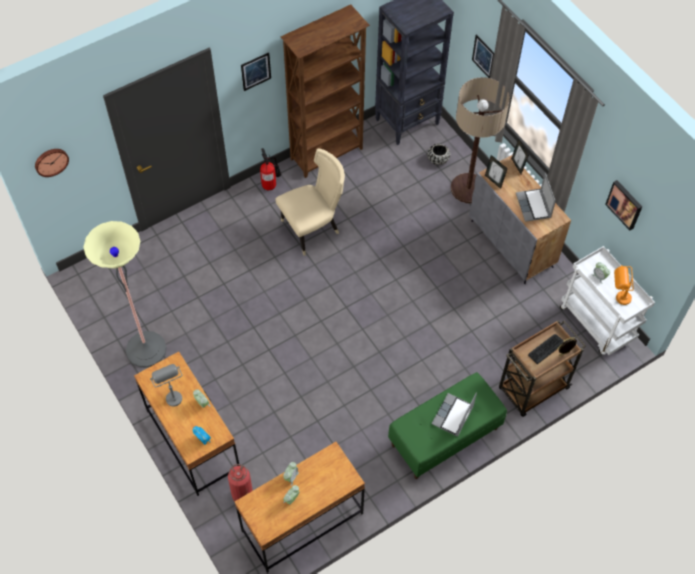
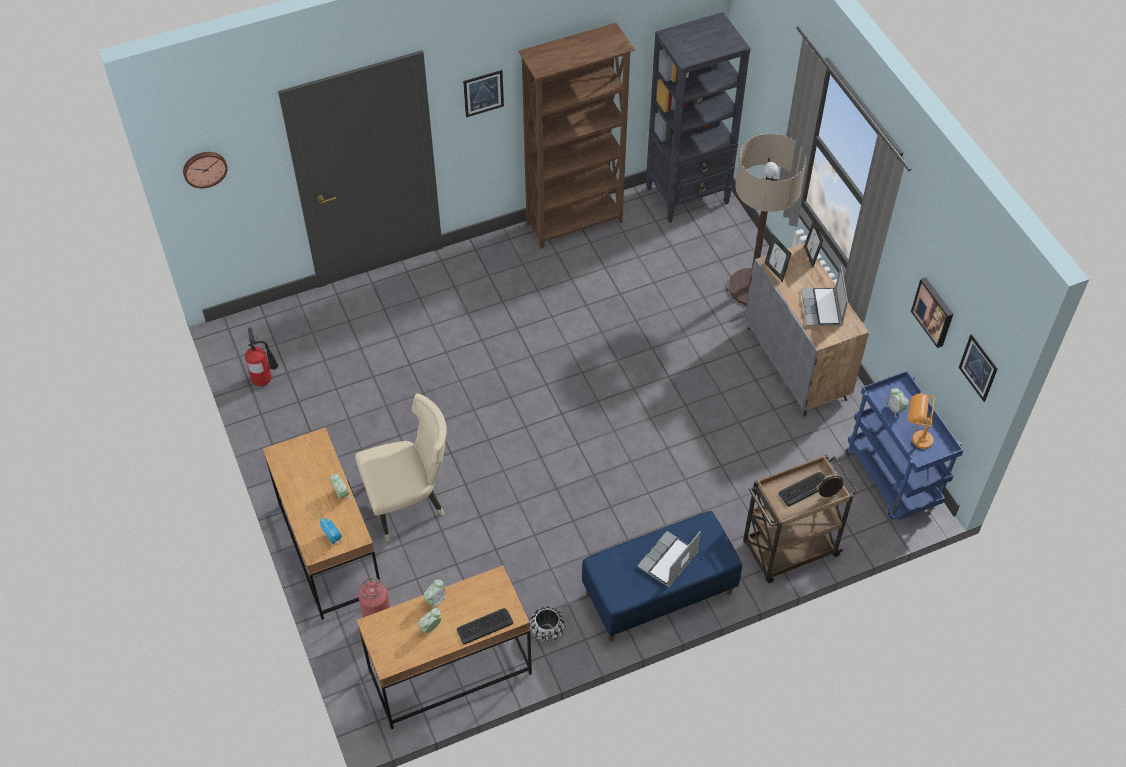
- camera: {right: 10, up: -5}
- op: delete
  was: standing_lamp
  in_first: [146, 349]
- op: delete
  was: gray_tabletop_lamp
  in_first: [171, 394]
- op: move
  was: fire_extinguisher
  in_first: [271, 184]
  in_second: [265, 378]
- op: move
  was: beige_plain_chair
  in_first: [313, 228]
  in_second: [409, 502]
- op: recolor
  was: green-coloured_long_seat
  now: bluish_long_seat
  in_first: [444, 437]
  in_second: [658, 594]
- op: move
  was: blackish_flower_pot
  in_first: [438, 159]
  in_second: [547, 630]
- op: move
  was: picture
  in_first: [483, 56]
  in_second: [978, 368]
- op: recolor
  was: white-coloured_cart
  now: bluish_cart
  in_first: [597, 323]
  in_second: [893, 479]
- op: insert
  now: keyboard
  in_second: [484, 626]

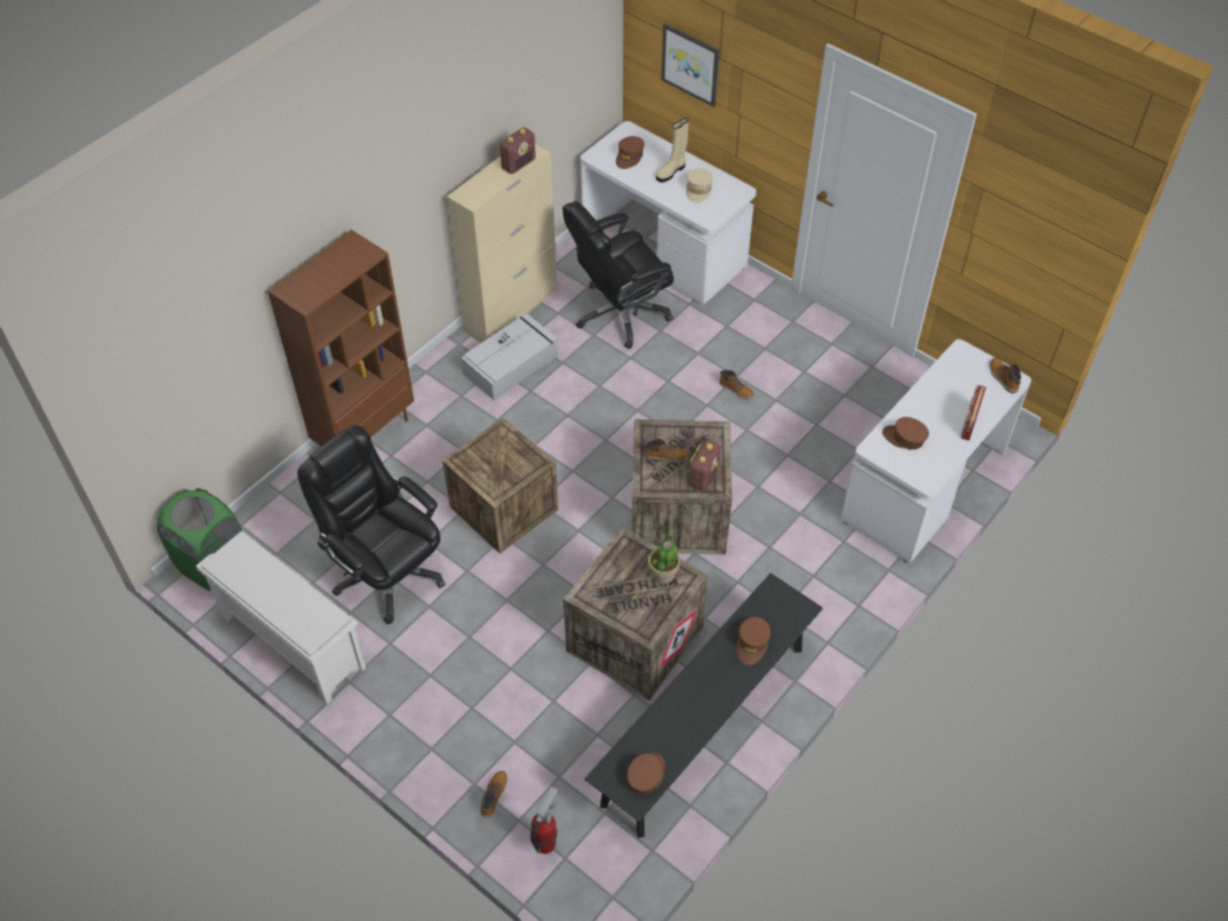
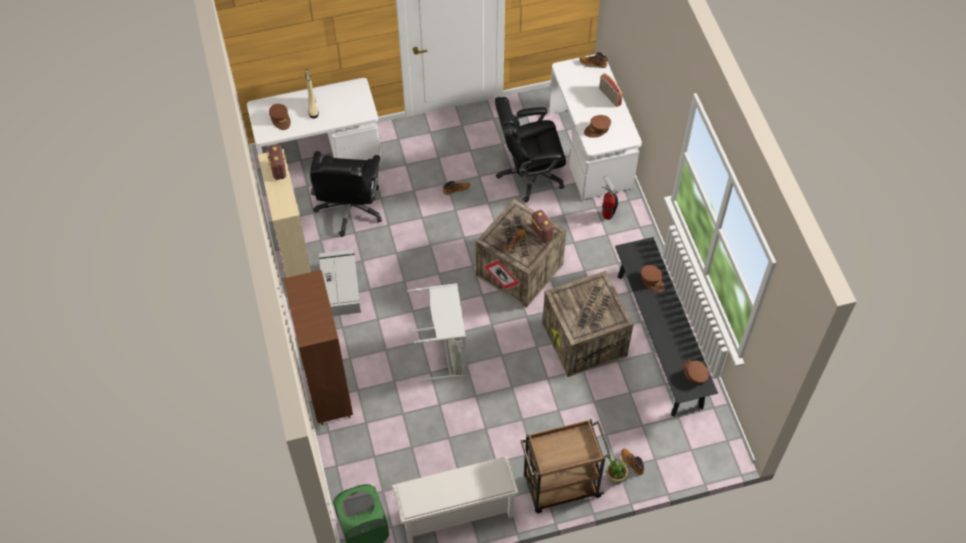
- camera: {right: -55, up: 5}
- op: move
  was: blackish_desk_chair
  in_first: [387, 572]
  in_second: [529, 174]
- op: replace
  was: shipping_crate
  now: gray_hamper
  in_first: [504, 508]
  in_second: [446, 352]
- op: move
  was: fire_extinguisher
  in_first: [546, 844]
  in_second: [607, 215]
- op: move
  was: plant_in_a_pot
  in_first: [663, 574]
  in_second: [615, 477]
- op: delete
  was: picture
  in_first: [691, 64]
- op: delete
  was: beige_cap
  in_first: [698, 190]
- op: insert
  now: brown-coloured_cart
  in_second: [560, 487]

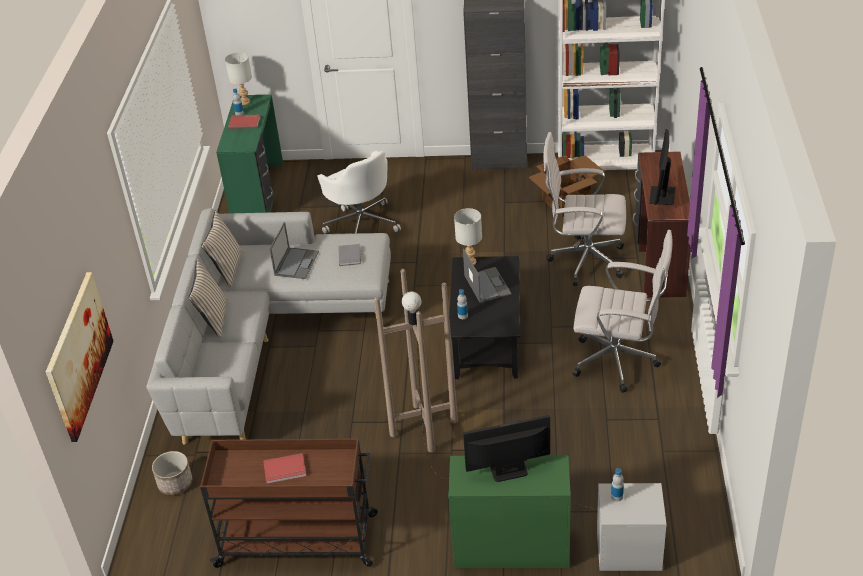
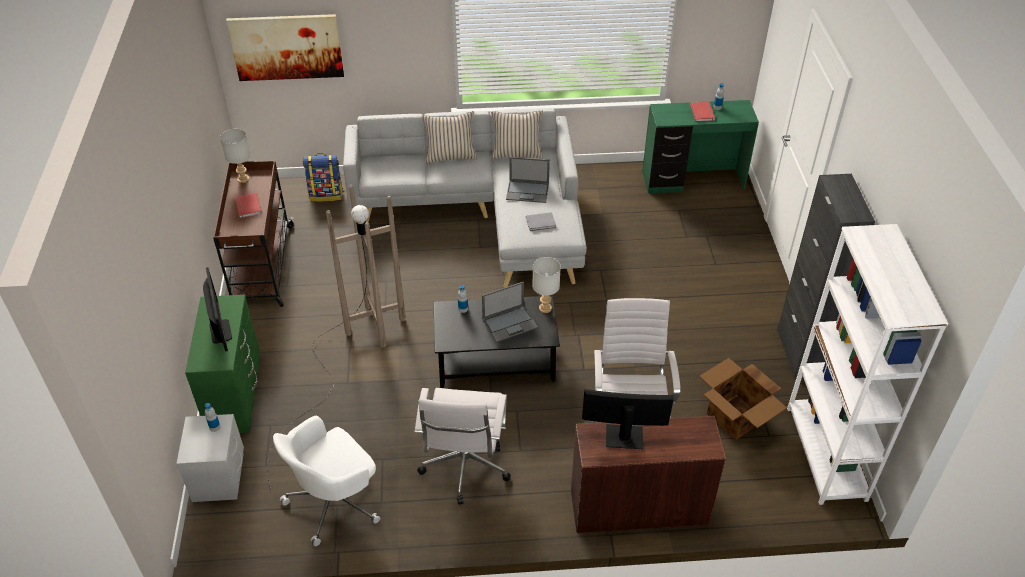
- camera: {right: 80, up: 5}
- op: replace
  was: flower_pot
  now: rucksack
  in_first: [175, 483]
  in_second: [326, 194]
- op: move
  was: gray_tabletop_lamp
  in_first: [245, 102]
  in_second: [243, 179]
- op: move
  was: white-coloured_desk_chair
  in_first: [361, 224]
  in_second: [335, 501]

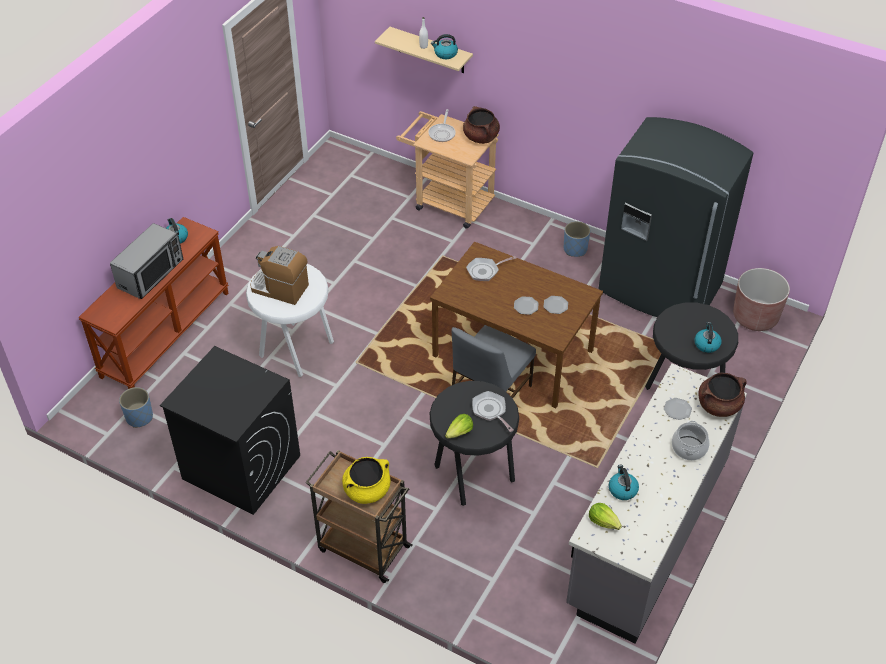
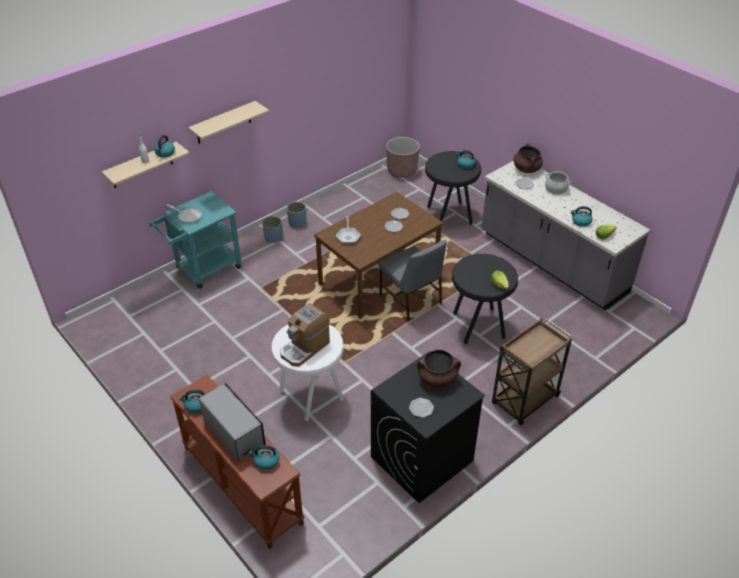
- camera: {right: -70, up: -5}
- op: move
  was: bluish_flower_pot
  in_first: [139, 417]
  in_second: [273, 238]
- op: delete
  was: yellowish_stockpot
  in_first: [367, 490]
- op: recolor
  was: beige_cart
  now: turquoise_cart
  in_first: [448, 202]
  in_second: [204, 270]
- op: move
  was: brown-coloured_stockpot
  in_first: [481, 137]
  in_second: [437, 378]
- op: delete
  was: pan
  in_first: [490, 411]
- op: delete
  was: gray_fridge
  in_first: [659, 289]
- op: insert
  now: beige_bracket_shelf
  in_second: [223, 123]
- op: insert
  now: tea_kettle
  in_second: [266, 461]
- op: insert
  now: flat_dish
  in_second: [421, 408]

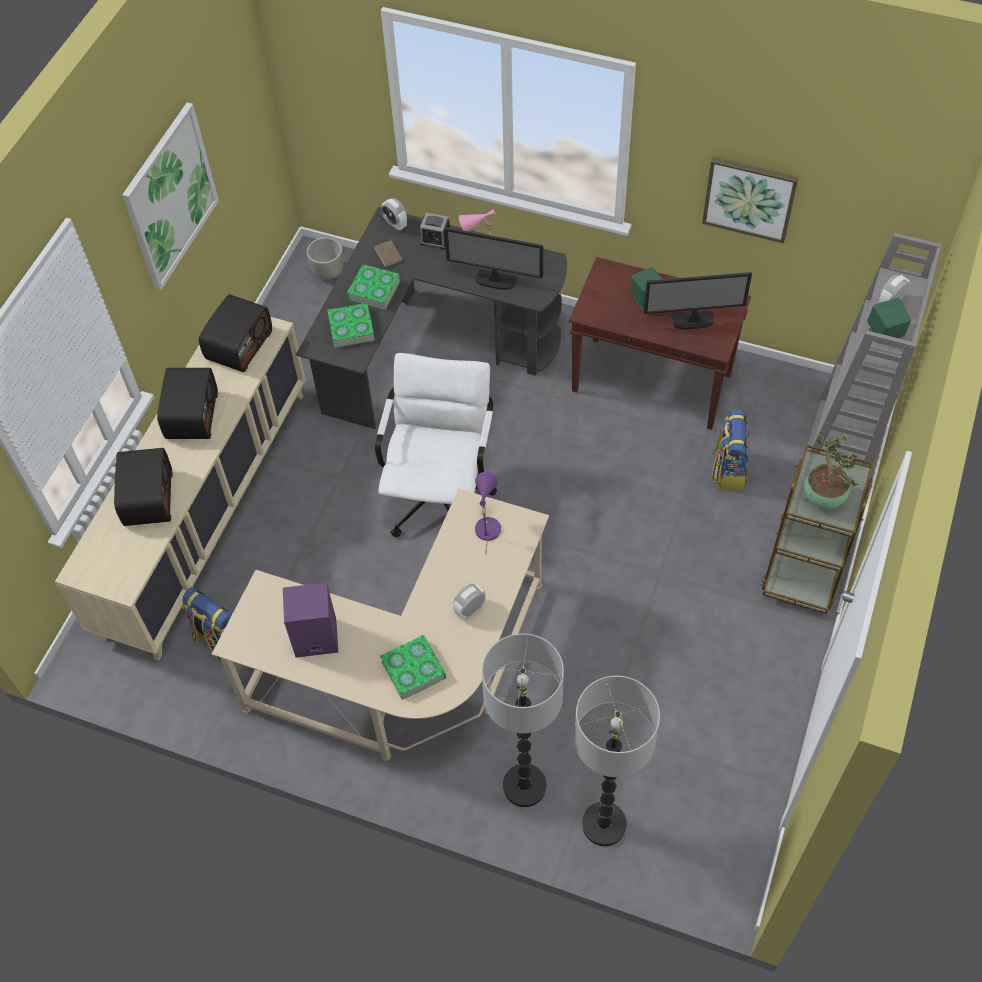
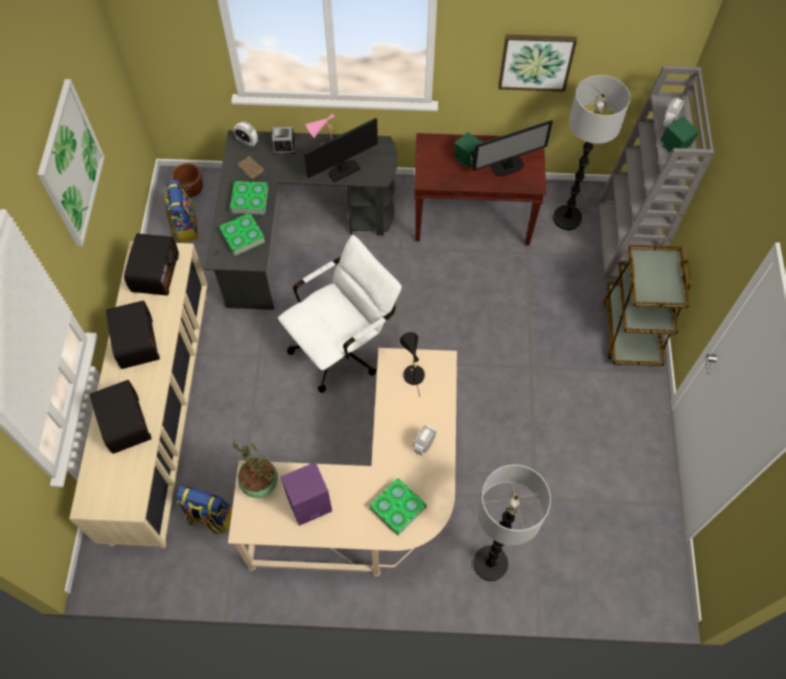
- camera: {right: -20, up: 5}
- op: recolor
  was: gray_flower_pot
  now: brown-coloured_flower_pot
  in_first: [328, 272]
  in_second: [191, 191]
- op: rotate
  was: white-coloured_desk_chair
  in_first: [440, 492]
  in_second: [343, 347]
  clockwise: 60
- op: rotate
  was: computer_display
  in_first: [495, 281]
  in_second: [343, 170]
  clockwise: 150
- op: recolor
  was: purplish_tabletop_lamp
  now: blackish_tabletop_lamp
  in_first: [487, 525]
  in_second: [412, 372]
- op: move
  was: standing_lamp
  in_first: [604, 825]
  in_second: [567, 218]
- op: move
  was: rucksack
  in_first: [728, 469]
  in_second: [184, 226]
- op: move
  was: plant_in_a_pot
  in_first: [822, 498]
  in_second: [259, 483]

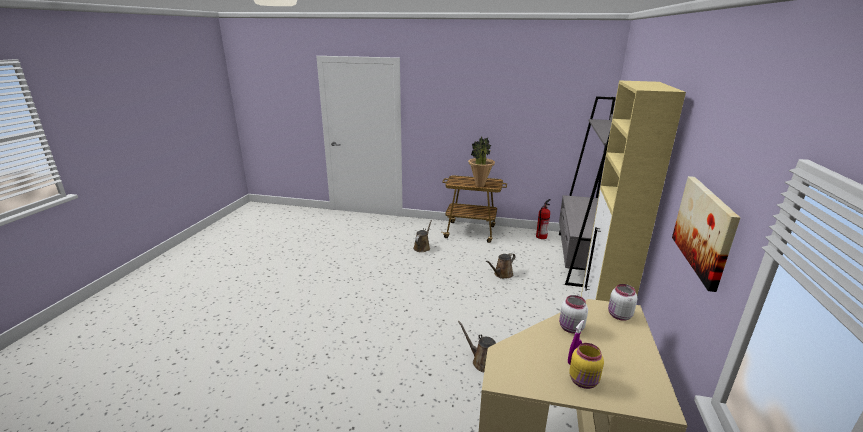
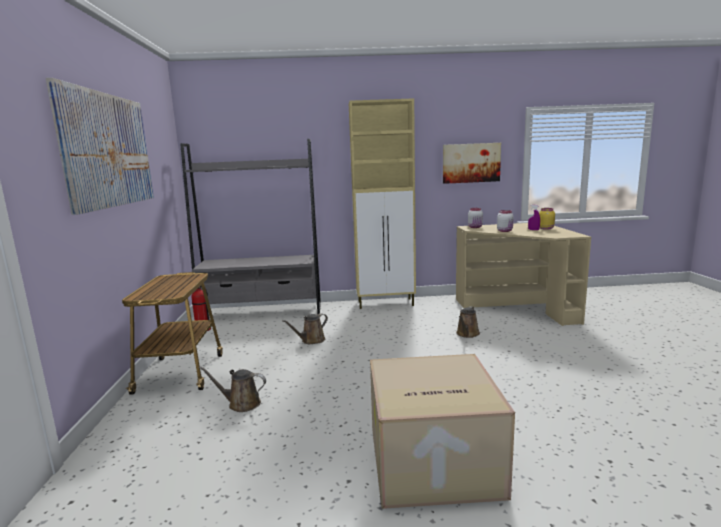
- camera: {right: -105, up: -10}
- op: delete
  was: plant_in_a_pot
  in_first: [480, 185]
- op: rotate
  was: brown-coloured_watering_pot
  in_first: [502, 274]
  in_second: [311, 340]
  clockwise: 105
- op: insert
  now: picture
  in_second: [108, 150]
- op: insert
  now: carton
  in_second: [431, 462]

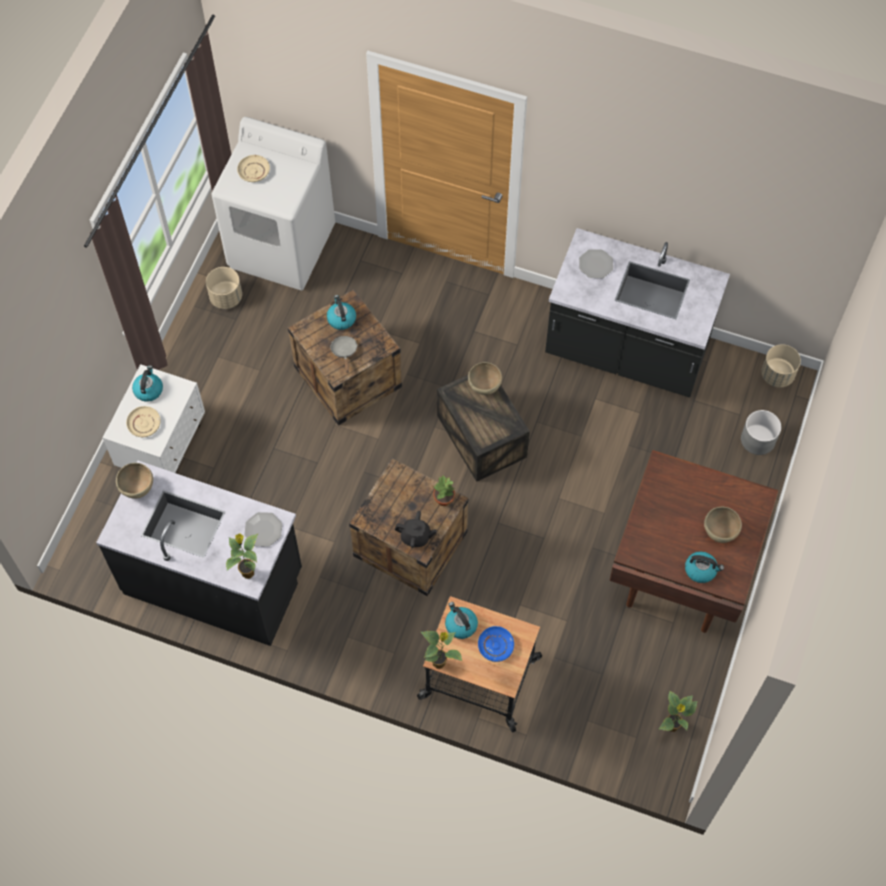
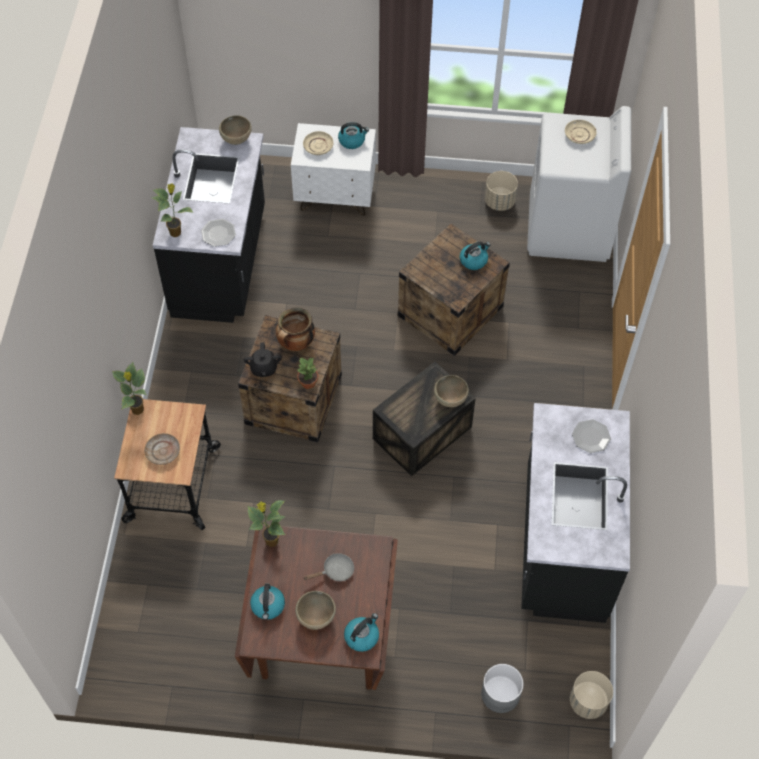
- camera: {right: 75, up: -5}
- op: move
  was: gray_pan
  in_first: [344, 352]
  in_second: [335, 571]
- op: move
  was: tea_kettle
  in_first: [460, 625]
  in_second: [362, 636]
- op: recolor
  was: bluish_flat_dish
  now: beige_flat_dish
  in_first: [496, 645]
  in_second: [163, 452]
- op: move
  was: plant_in_a_pot
  in_first: [672, 727]
  in_second: [270, 541]
- op: insert
  now: stockpot
  in_second: [296, 344]

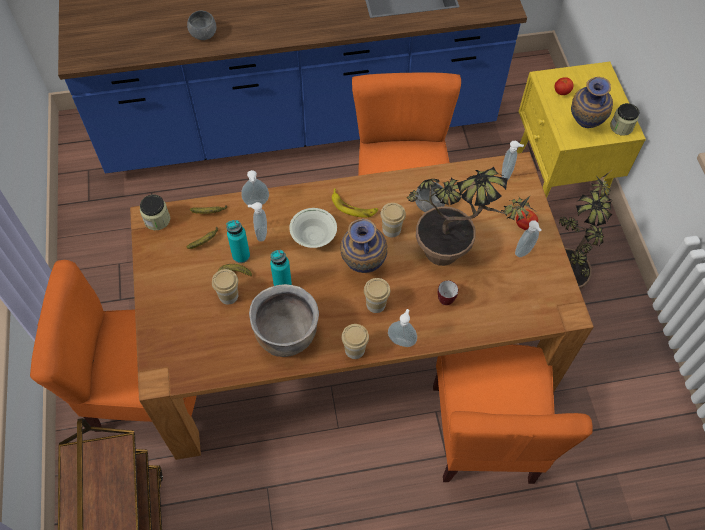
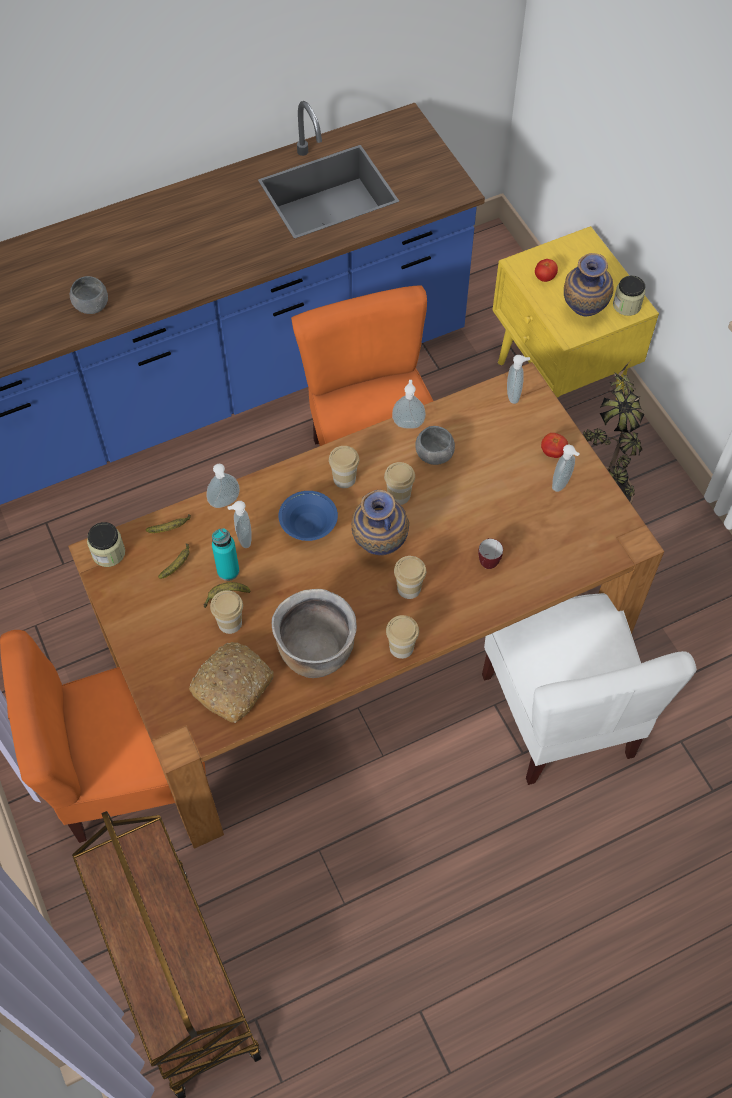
- camera: {right: -15, up: 0}
- op: delete
  was: turquoise_bottle
  in_first: [282, 284]
- op: recolor
  was: white-coloured_bowl
  now: bluish_bowl
  in_first: [313, 237]
  in_second: [308, 527]
- op: replace
  was: whole_banana
  now: cup
  in_first: [353, 207]
  in_second: [344, 478]
- op: move
  was: liquid_soap_bottle
  in_first: [401, 340]
  in_second: [408, 423]
- op: delete
  was: plant_in_a_pot
  in_first: [452, 258]
- op: recolor
  was: orangey_plain_chair
  now: white-coloured_plain_chair
  in_first: [485, 434]
  in_second: [560, 715]
- op: insert
  now: baked_bread
  in_second: [233, 684]

